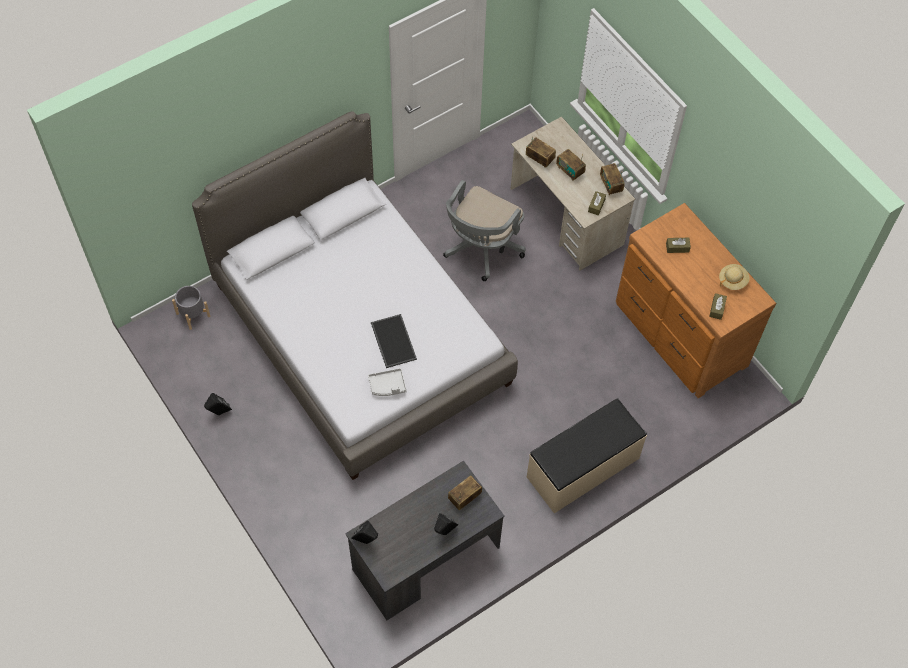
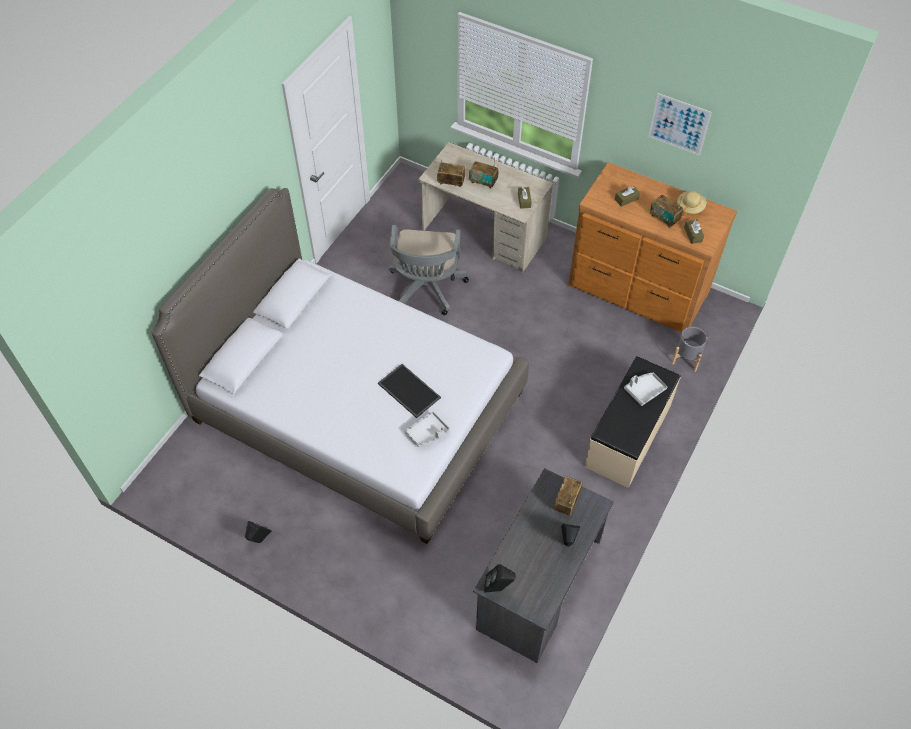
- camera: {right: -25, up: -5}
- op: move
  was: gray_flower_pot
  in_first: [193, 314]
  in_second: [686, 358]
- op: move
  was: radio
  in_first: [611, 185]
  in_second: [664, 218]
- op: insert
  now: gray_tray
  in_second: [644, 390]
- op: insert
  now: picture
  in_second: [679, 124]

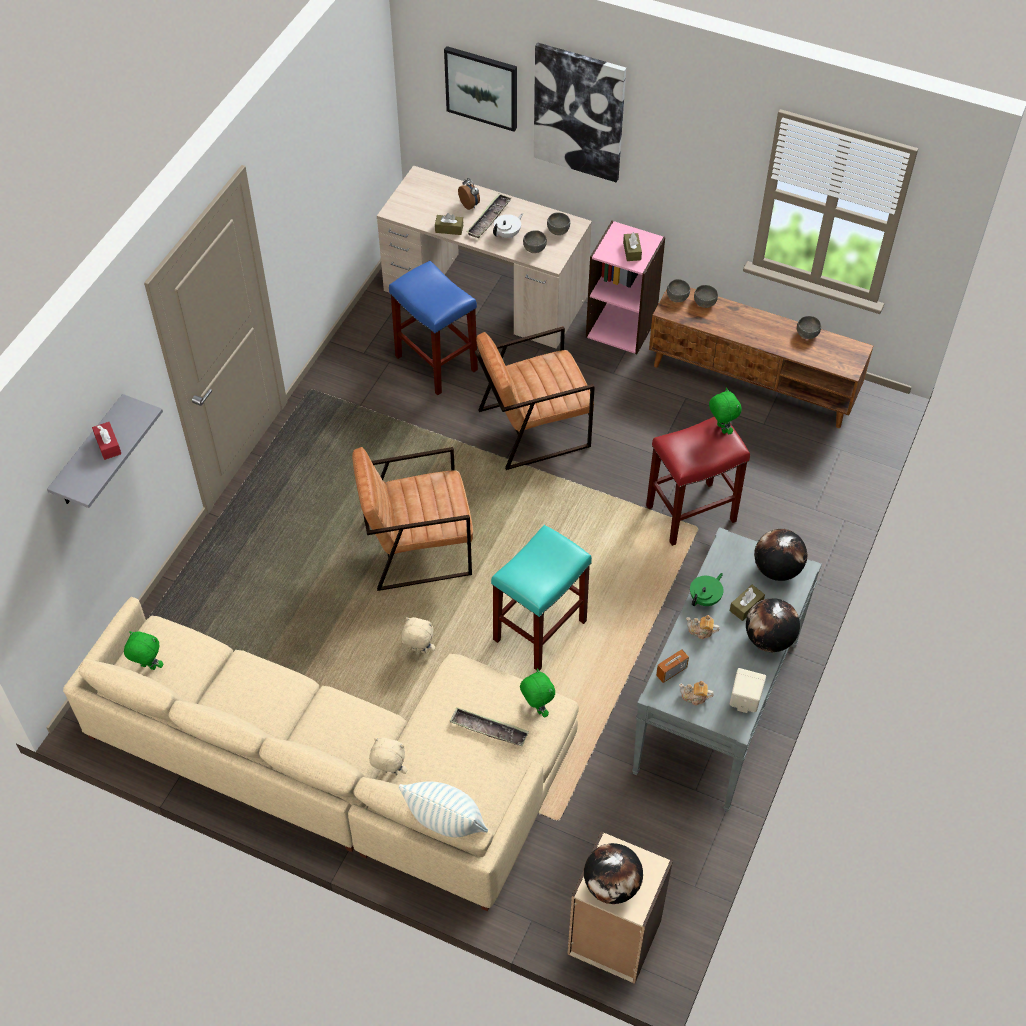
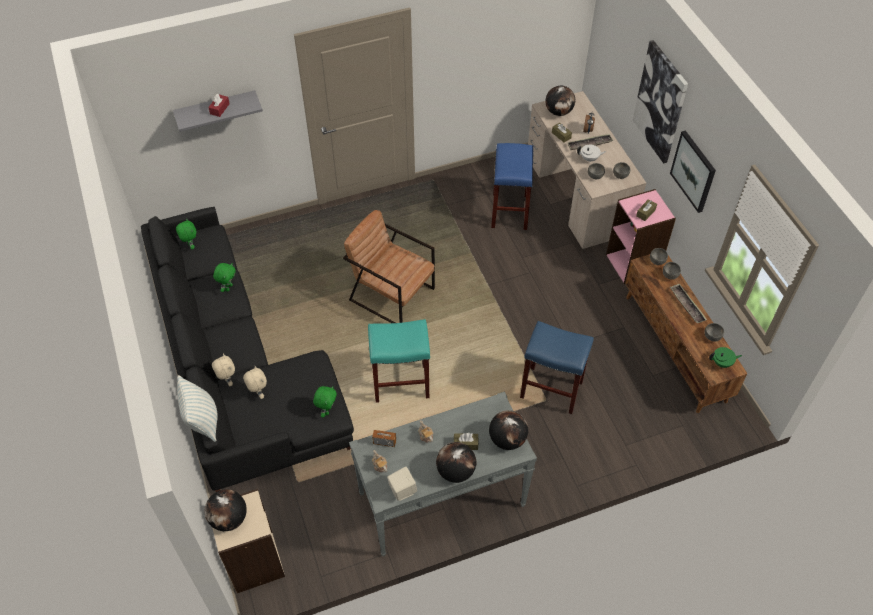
- camera: {right: 45, up: 0}
- op: recolor
  was: beige_sofa
  now: blackish_sofa
  in_first: [344, 768]
  in_second: [237, 369]
- op: move
  was: beige_plush_toy
  in_first: [418, 651]
  in_second: [258, 393]
- op: move
  was: picture
  in_first: [482, 87]
  in_second: [693, 171]
- op: move
  was: tray
  in_first: [489, 729]
  in_second: [687, 305]
- op: delete
  was: brown-coloured_easy_chair
  in_first: [533, 427]
- op: recolor
  was: reddish_stool
  now: bluish_stool
  in_first: [691, 512]
  in_second: [552, 389]
- op: move
  was: green-coloured_pot_for_tea
  in_first: [705, 599]
  in_second: [722, 363]
- op: move
  was: green-coloured_plush_toy
  in_first: [721, 428]
  in_second: [228, 287]
- op: insert
  now: desk_globe
  in_second: [559, 112]

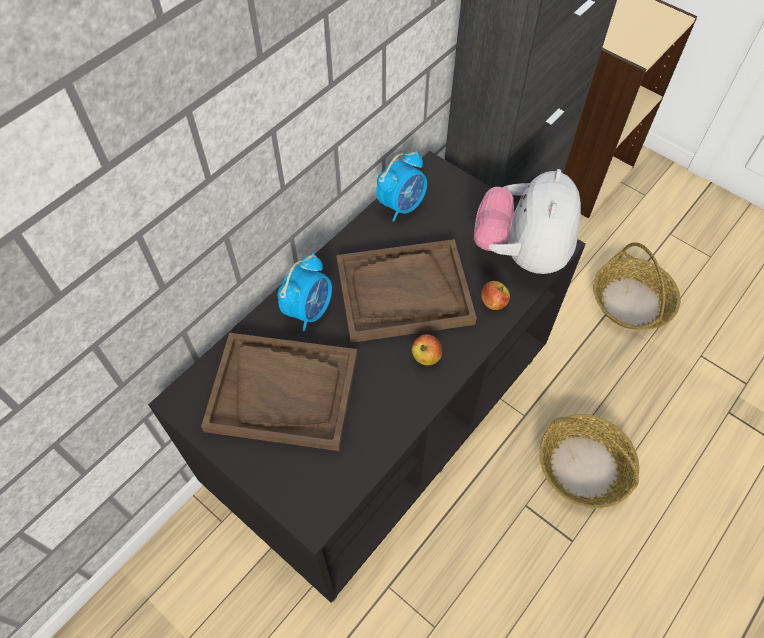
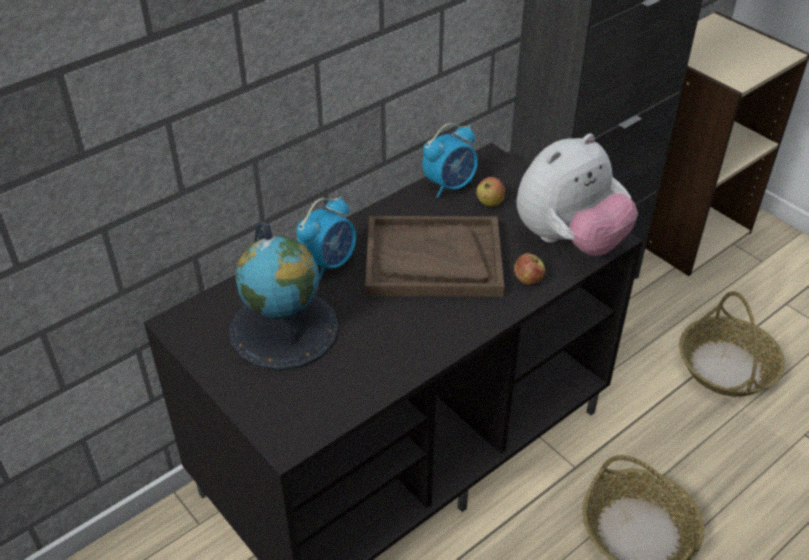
- camera: {right: 10, up: -15}
- op: replace
  was: brown-coloured_tray
  now: desk_globe
  in_first: [283, 392]
  in_second: [284, 329]
- op: move
  was: whole_apple
  in_first: [426, 357]
  in_second: [490, 202]
- op: rotate
  was: plush_toy
  in_first: [521, 253]
  in_second: [569, 240]
  clockwise: -150

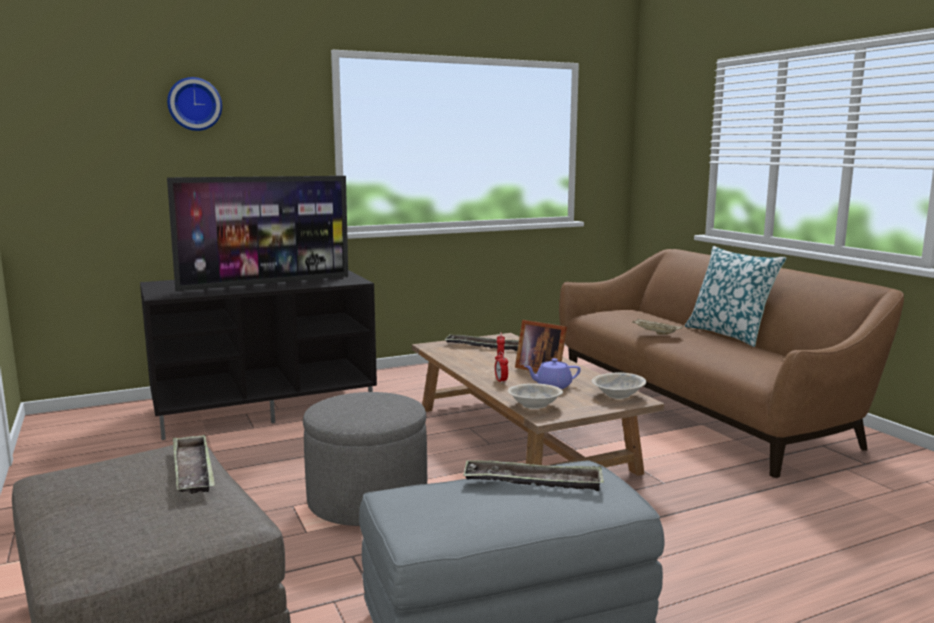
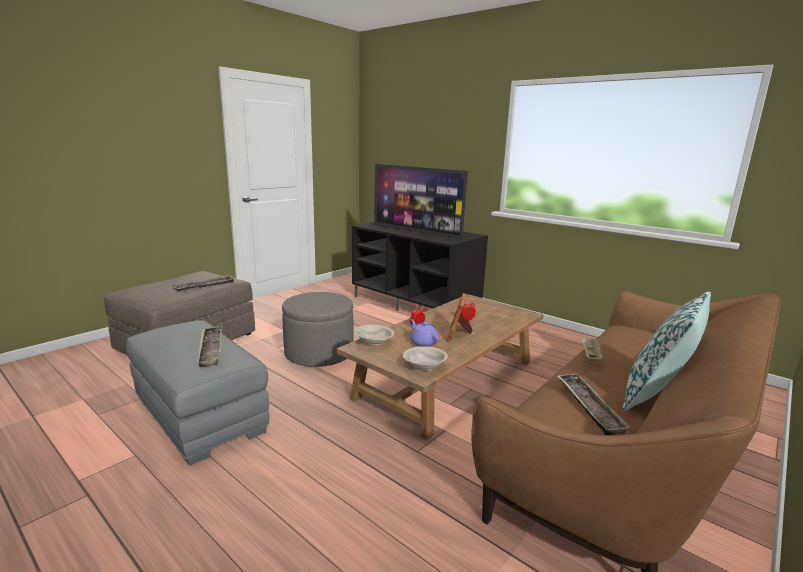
- camera: {right: 65, up: 5}
- op: delete
  was: clock_on_the_wall
  in_first: [194, 104]
- op: move
  was: tray
  in_first: [483, 346]
  in_second: [589, 406]

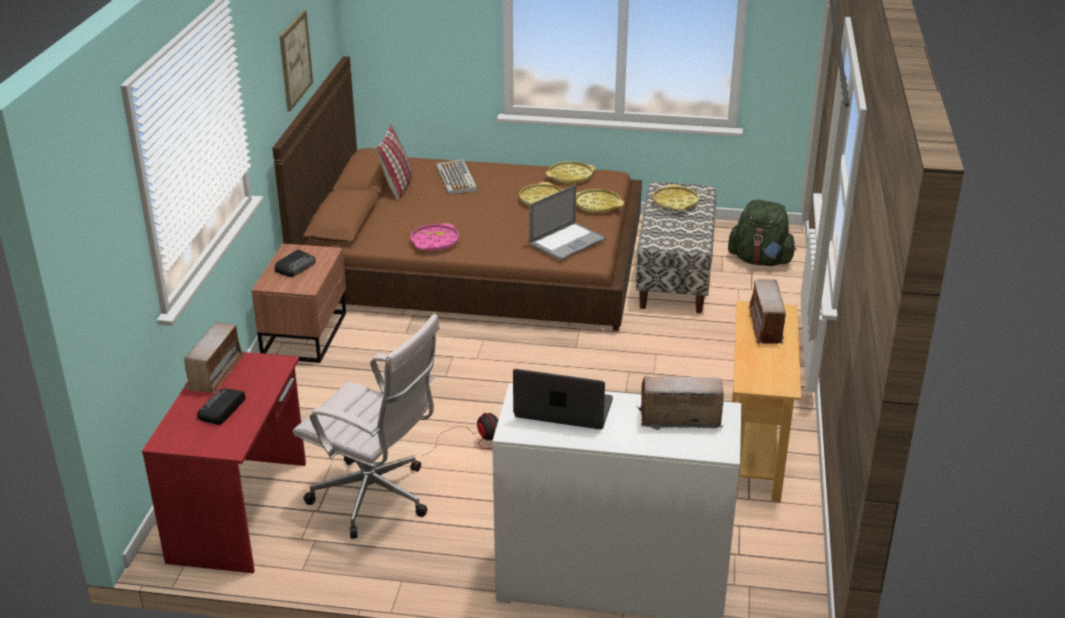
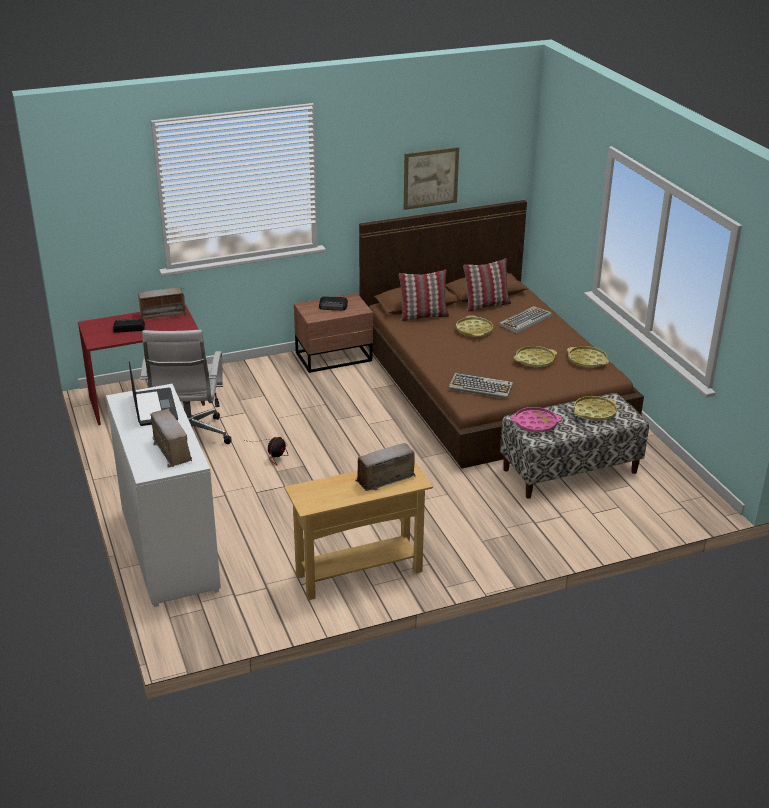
- camera: {right: 60, up: 0}
- op: move
  was: pink-coloured_tray
  in_first: [434, 242]
  in_second: [535, 423]
- op: replace
  was: notebook_computer
  now: keyboard
  in_first: [567, 242]
  in_second: [481, 387]
- op: move
  was: yellowish_tray
  in_first: [597, 205]
  in_second: [474, 330]
- op: delete
  was: green-coloured_rucksack
  in_first: [760, 260]
- op: insert
  now: throw_pillow
  in_second: [423, 316]

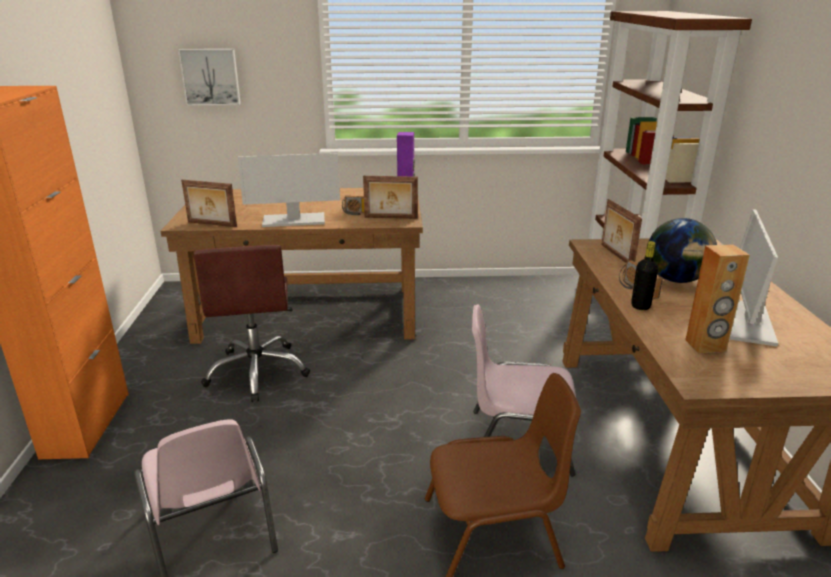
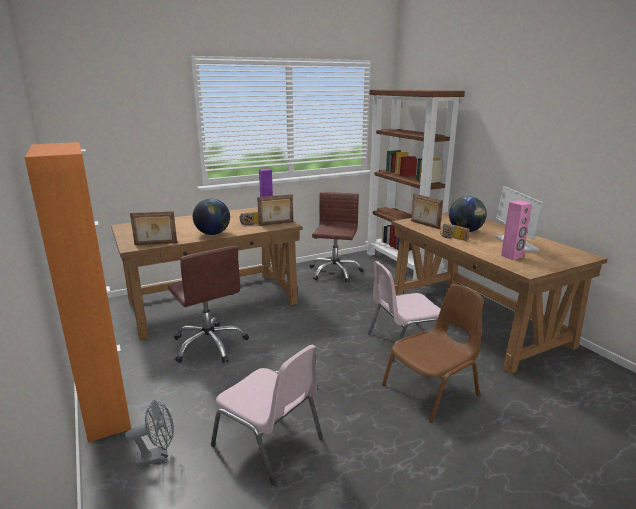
- camera: {right: -25, up: -5}
- op: delete
  was: picture
  in_first: [210, 77]
- op: replace
  was: computer_display
  now: desk_globe
  in_first: [293, 220]
  in_second: [213, 234]
- op: delete
  was: blackish_bottle
  in_first: [640, 306]
- op: recolor
  was: brown-coloured_loudspeaker
  now: pink-coloured_loudspeaker
  in_first: [705, 346]
  in_second: [512, 256]
- op: insert
  now: gray_cooling_fan
  in_second: [158, 456]
- op: insert
  now: brown-coloured_desk_chair
  in_second: [334, 272]

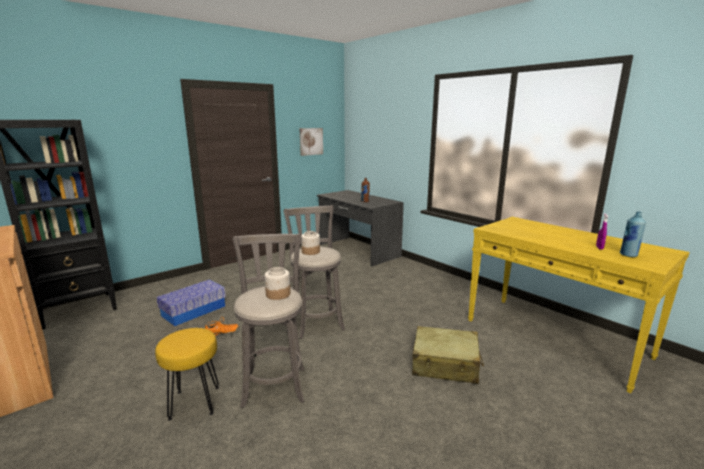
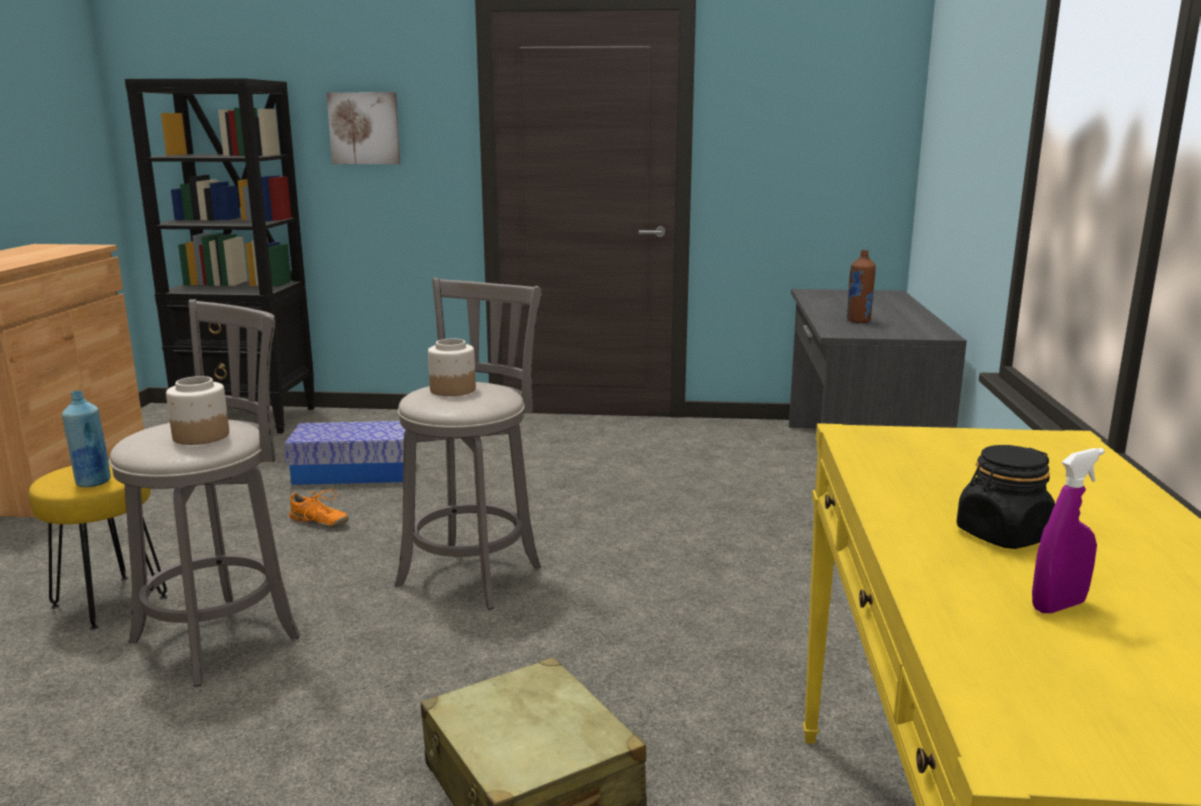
- camera: {right: 45, up: 0}
- op: move
  was: picture
  in_first: [311, 141]
  in_second: [364, 128]
- op: move
  was: bluish_bottle
  in_first: [628, 255]
  in_second: [92, 482]
- op: insert
  now: blackish_jar
  in_second: [1002, 535]

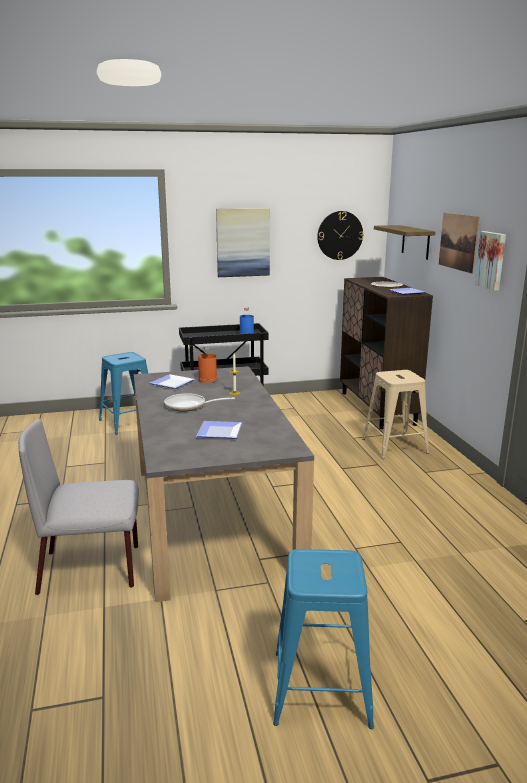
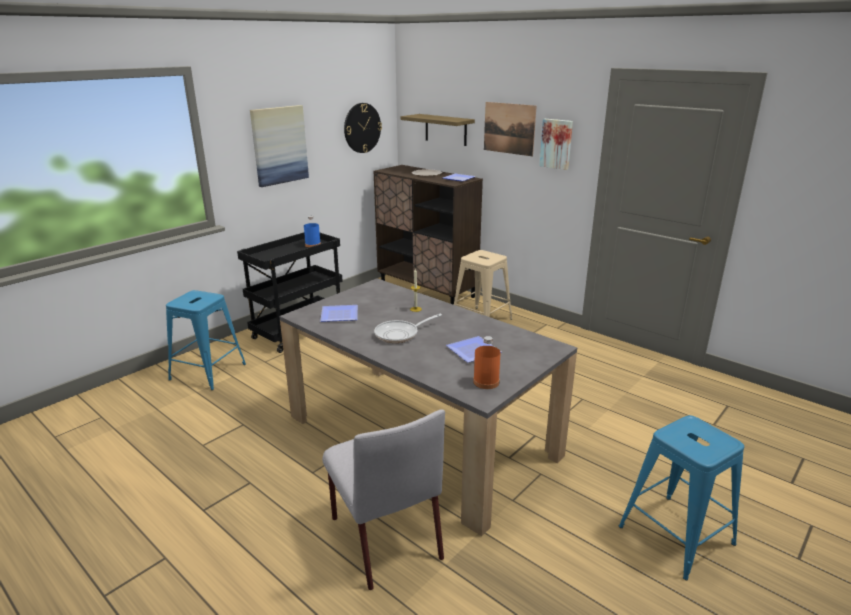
- camera: {right: -35, up: 5}
- op: rotate
  was: gray_plain_chair
  in_first: [92, 569]
  in_second: [384, 536]
  clockwise: -75
- op: move
  was: orangey_bottle
  in_first: [207, 380]
  in_second: [486, 382]

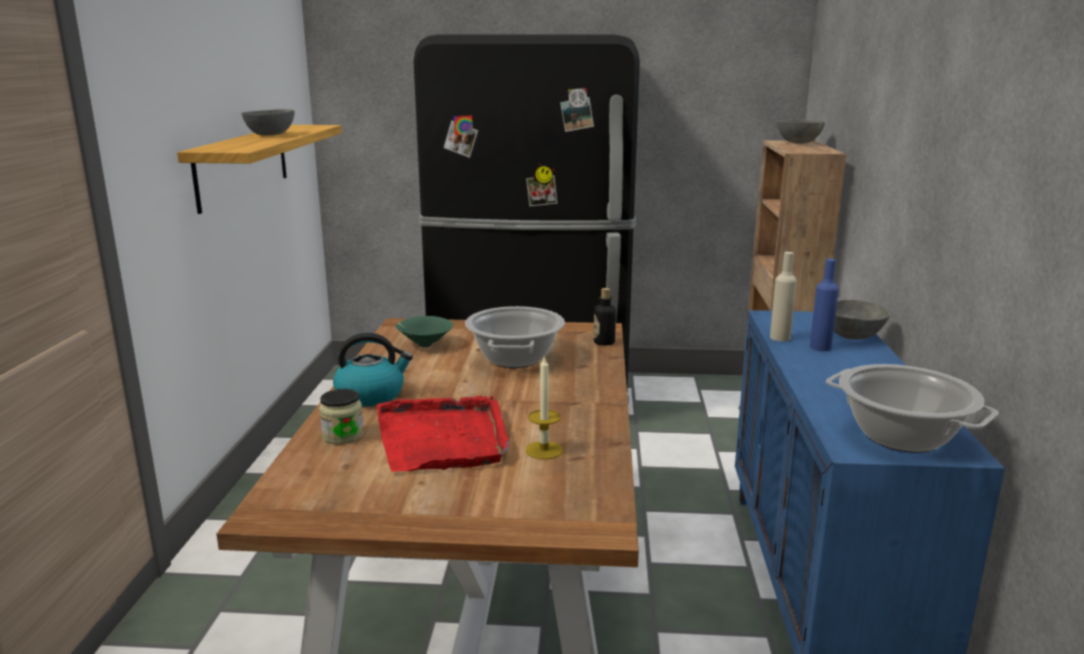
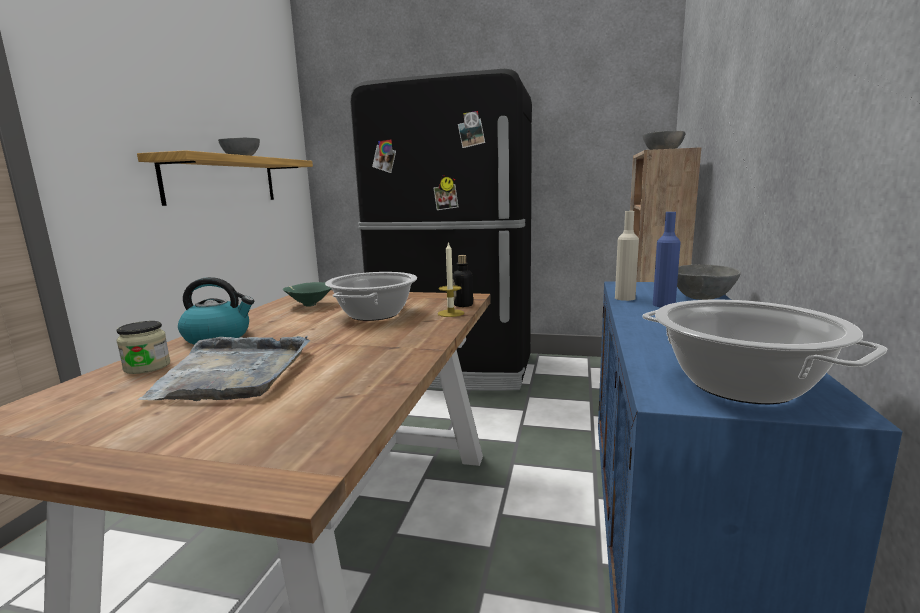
- camera: {right: 10, up: -5}
- op: recolor
  was: reddish_tray
  now: gray_tray
  in_first: [443, 438]
  in_second: [234, 372]
- op: move
  was: candle
  in_first: [544, 450]
  in_second: [450, 313]

